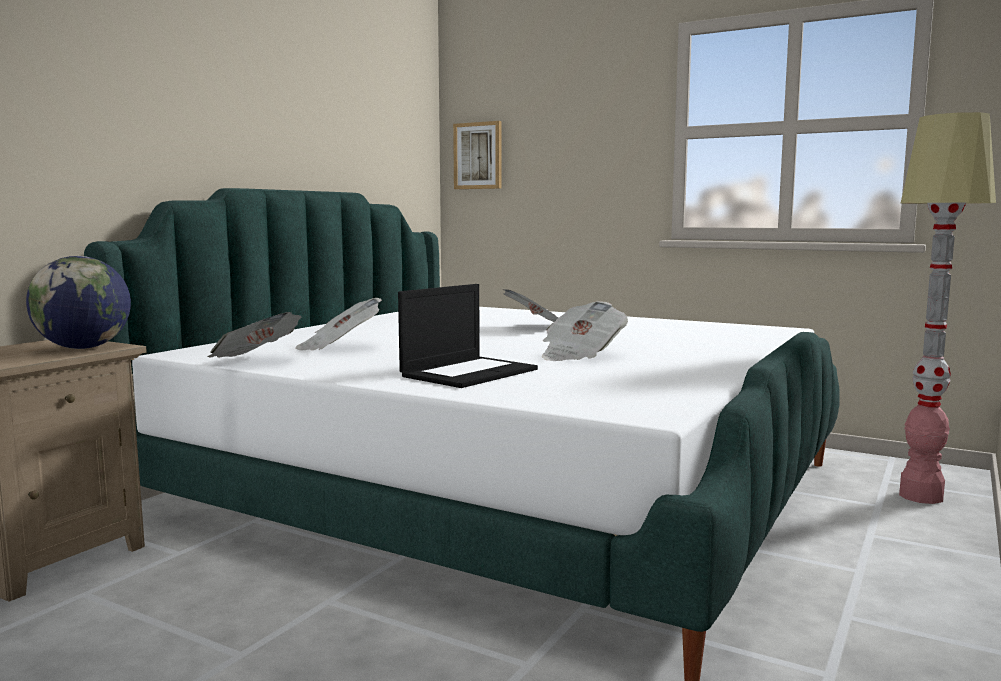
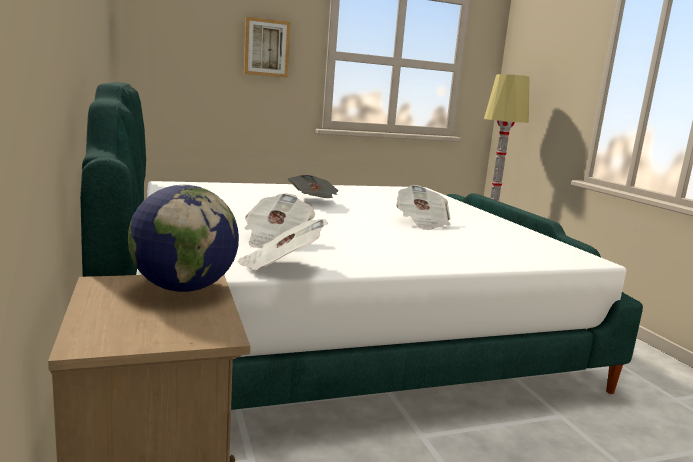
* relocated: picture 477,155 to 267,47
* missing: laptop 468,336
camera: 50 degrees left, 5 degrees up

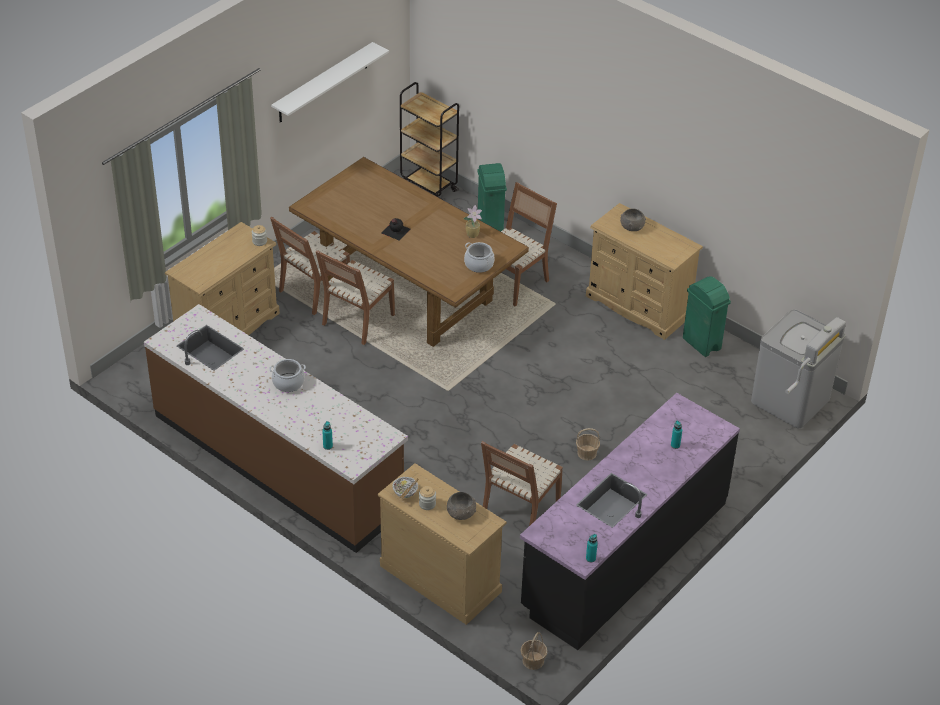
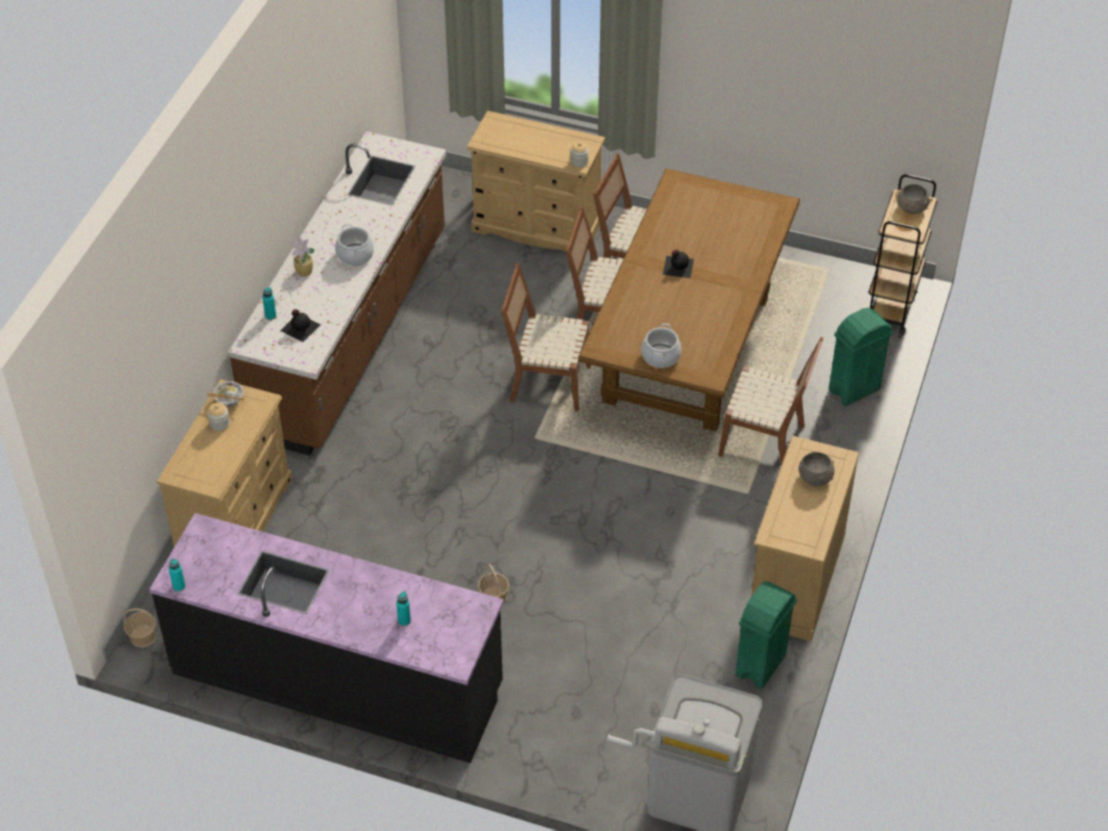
* appeared: black bottle 300,325
* relocated: potted plant 472,221 to 303,256
* relocated: chair 522,483 to 546,337
* relocated: grey bowl 461,506 to 913,199
* missing: white shelf 330,82
camera: 70 degrees right, 5 degrees up

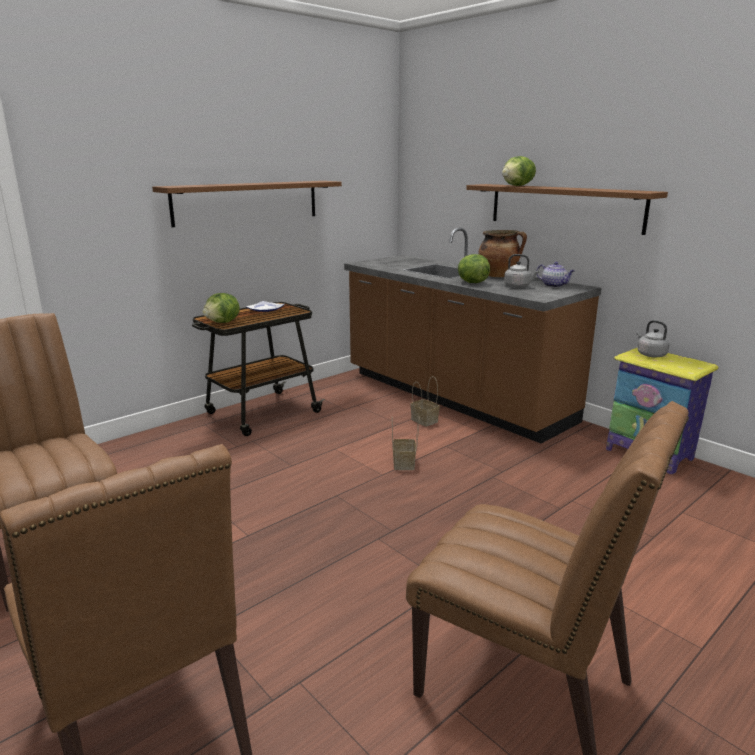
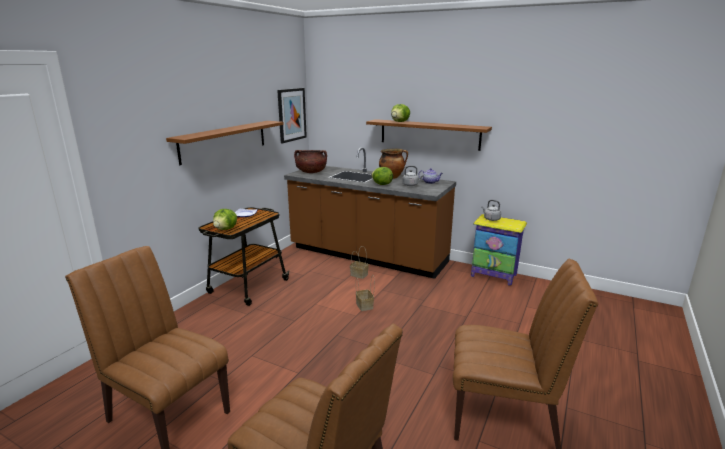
* appeared: picture 292,115
* appeared: brown cooking pot 310,161
camera: 20 degrees left, 0 degrees up

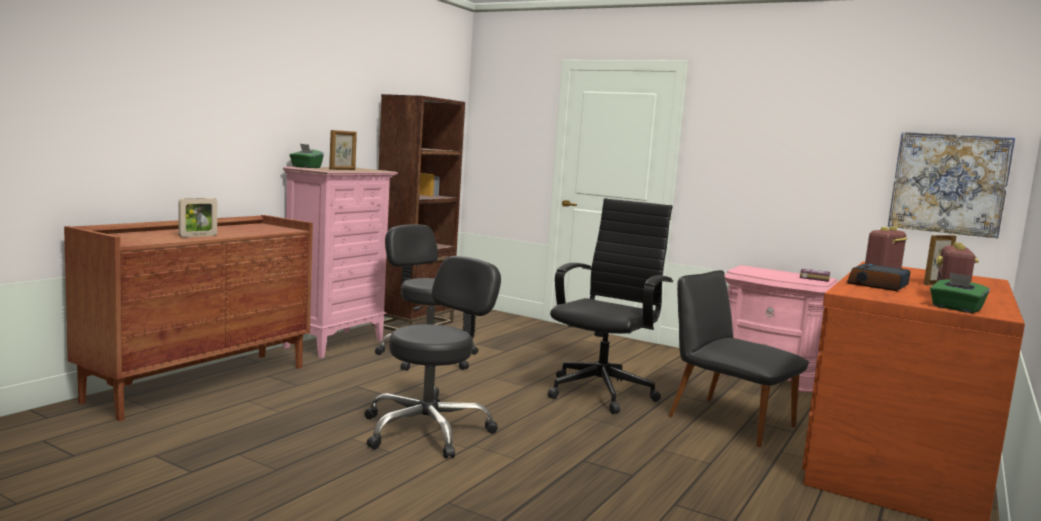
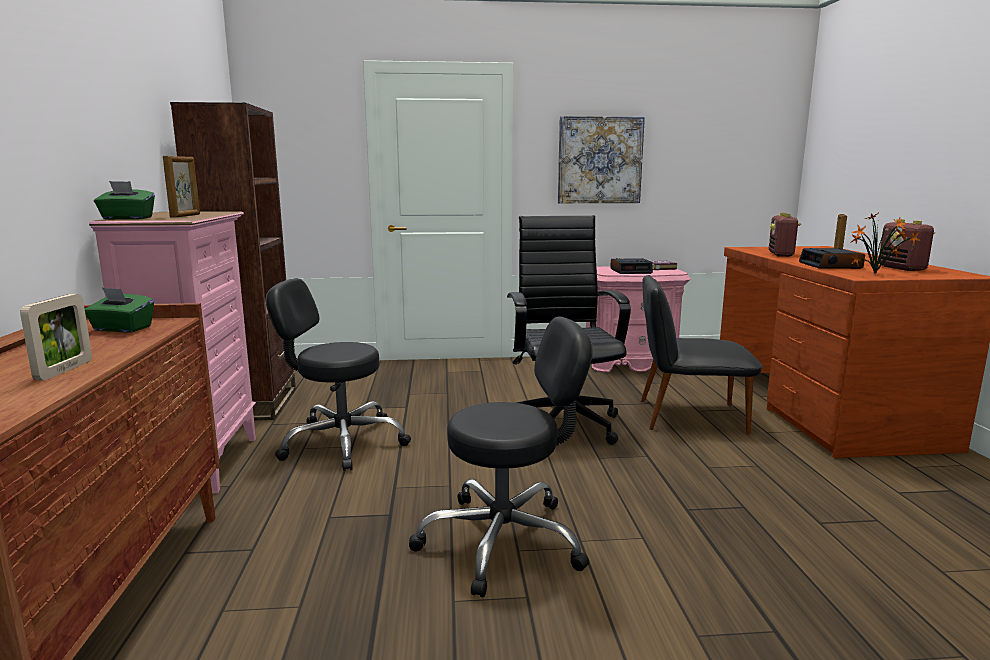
* relocated: green tissue box 960,292 to 119,310
* spun: black office chair 432,357 = 501,457 75 degrees clockwise
* relocated: picture 951,185 to 601,159
* appeared: alarm clock 631,266
* appeared: potted plant 885,243
camera: 35 degrees left, 5 degrees up

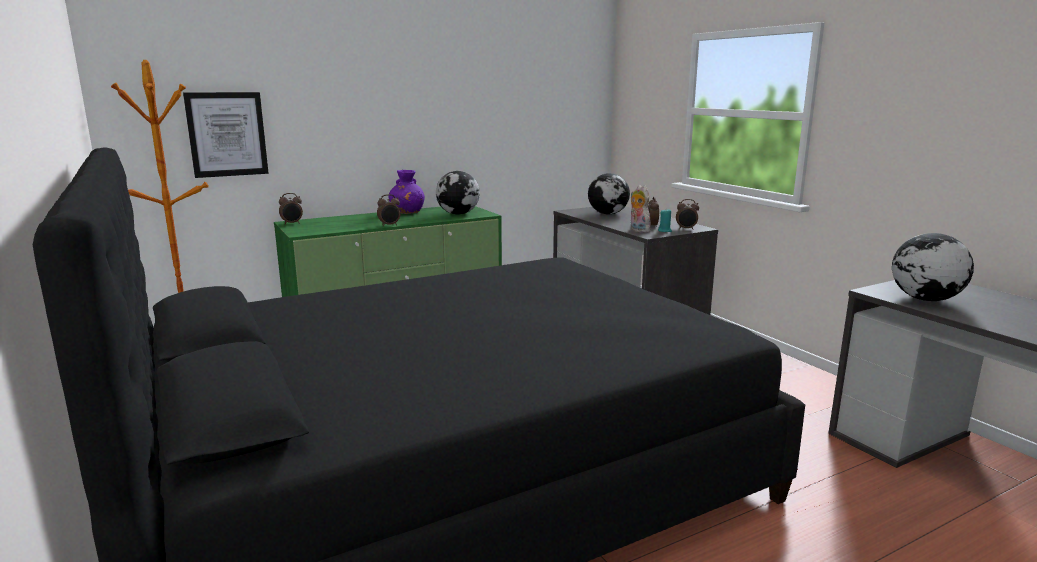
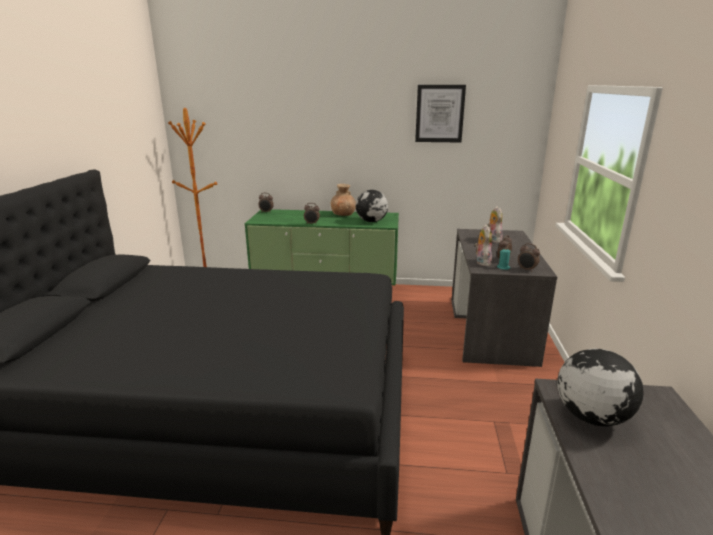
* colour: purple vase 407,192 to brown vase 343,200
* relocated: picture 226,135 to 440,114
* exchanged: globe 609,193 to plush toy 494,224
camera: 35 degrees right, 5 degrees up

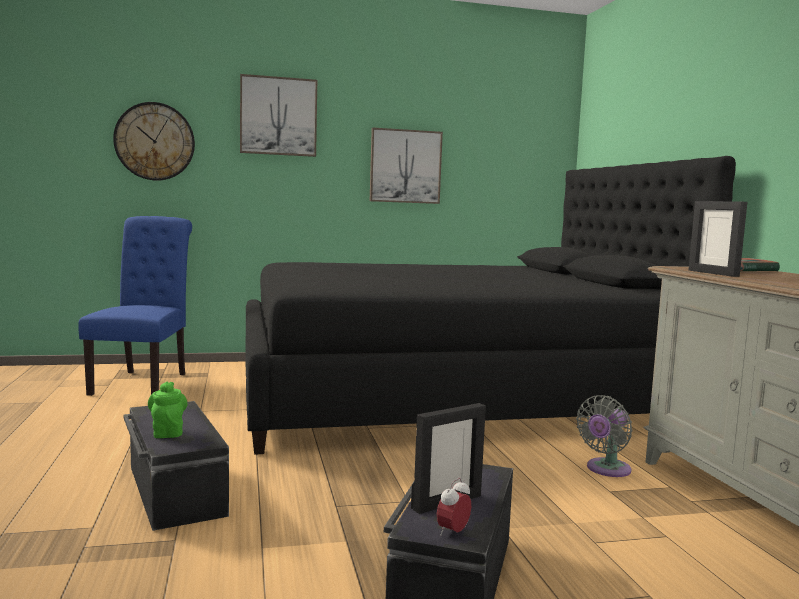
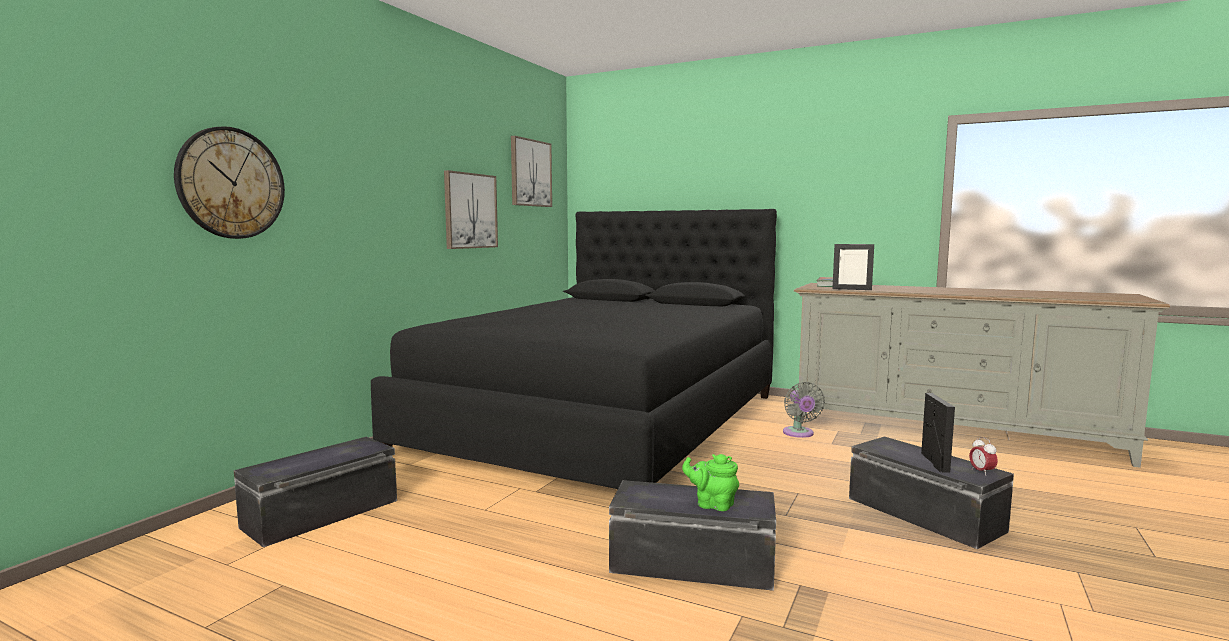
* exchanged: blue chair 135,306 to black storage box 315,492
* relocated: picture 278,115 to 531,171
camera: 50 degrees left, 0 degrees up

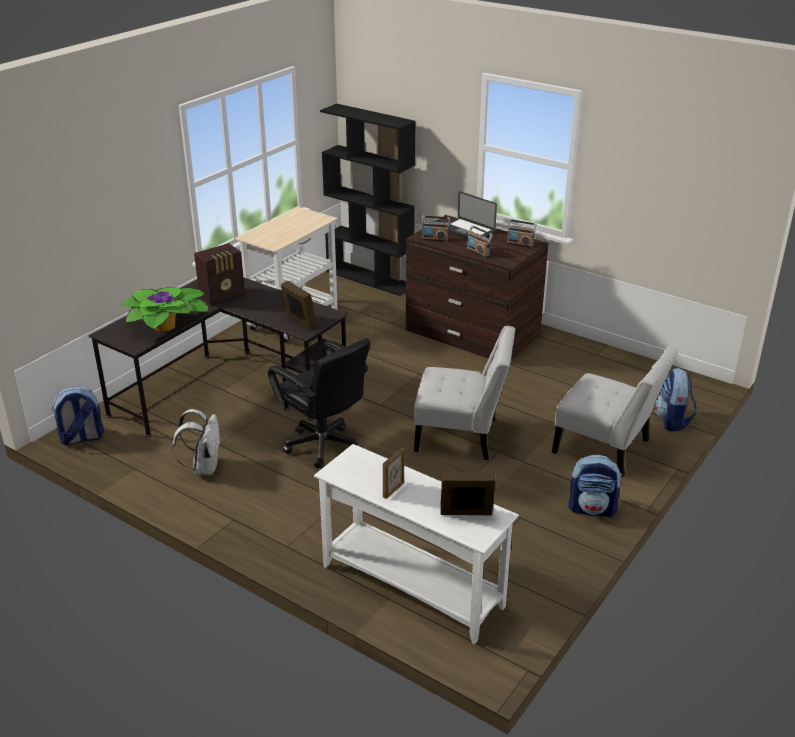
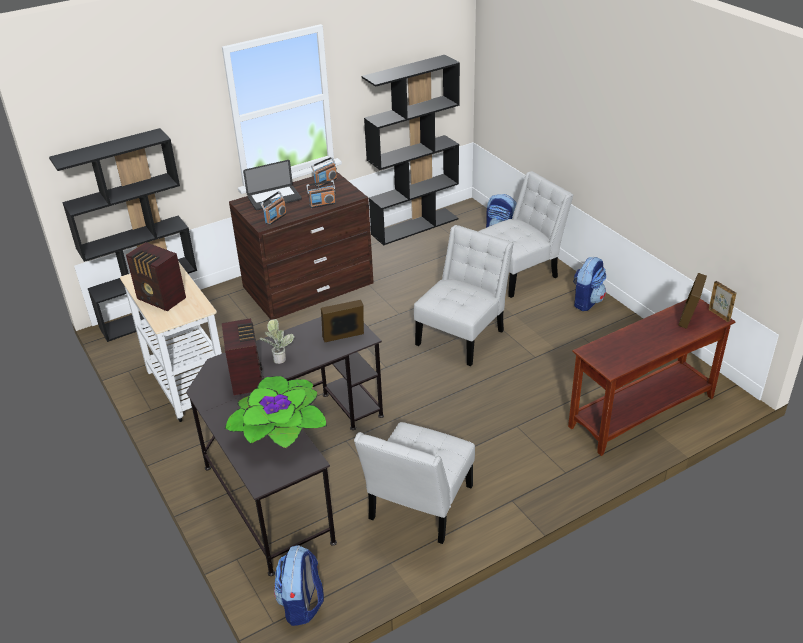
* appeared: radio 156,276
* appeared: potted plant 277,341
* exchanged: white backpack 196,442 to white chair 414,483
* appeared: black bookcase 411,150
* colour: white console table 416,544 to brown console table 652,377
* relocated: picture frame 393,473 to 722,301
* missing: black office chair 319,403
camera: 65 degrees left, 5 degrees up

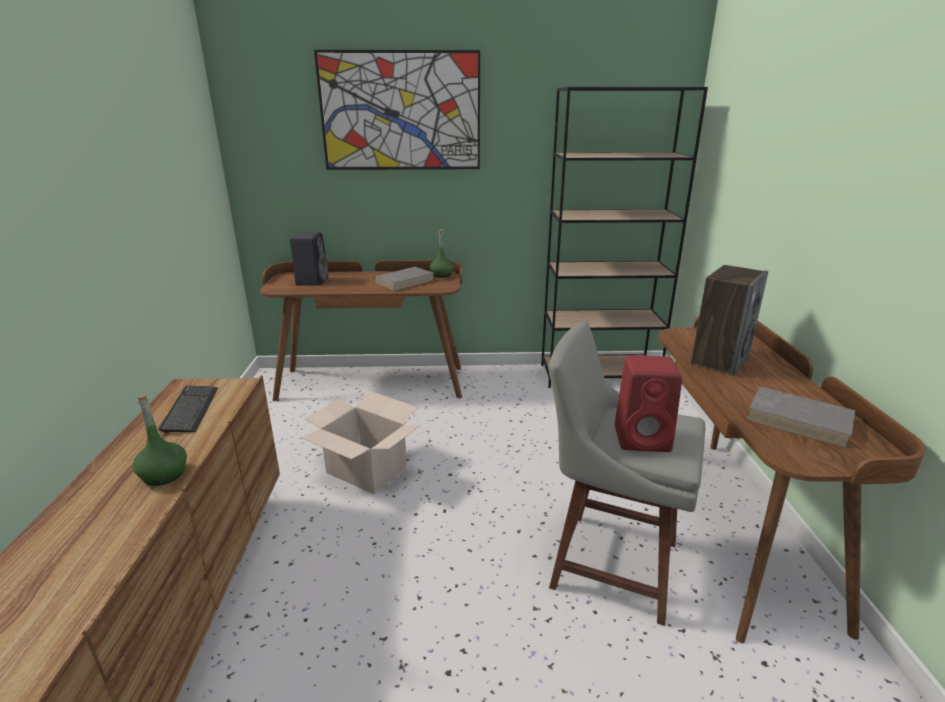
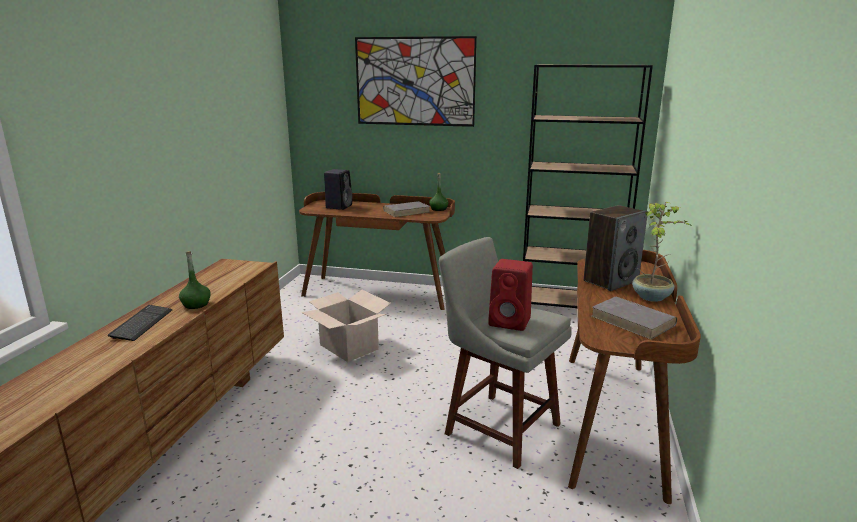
* relocated: keyboard 188,409 to 140,323
* appeared: potted plant 661,252
camera: 15 degrees right, 5 degrees down

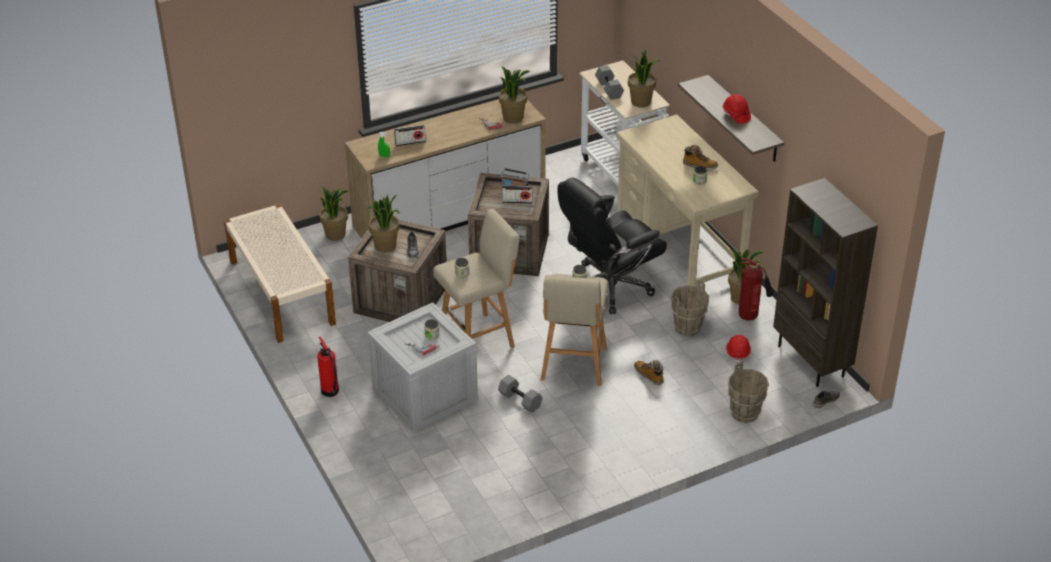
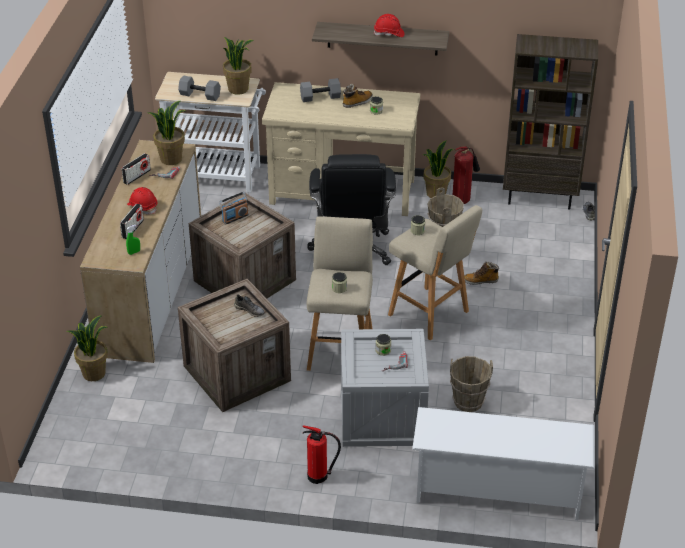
* relocated: radio 517,194 to 136,169
* relocated: red hard hat 738,349 to 142,201
* relocated: grey dumbbell 520,394 to 320,90
* appeared: white shoe rack 503,463
* relocated: brown bucket 748,393 to 471,384
* missing: beige bench 280,273
* missing: potted plant 383,223
camera: 55 degrees left, 0 degrees up

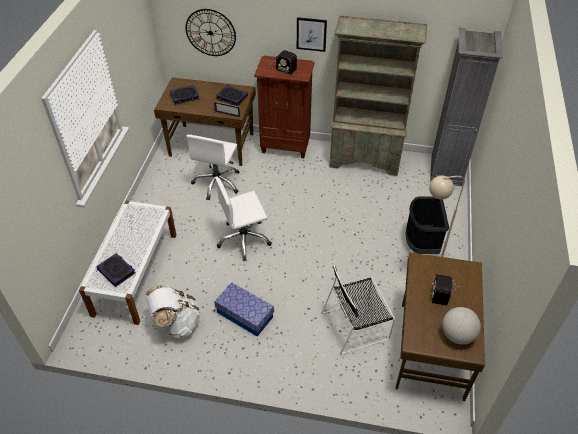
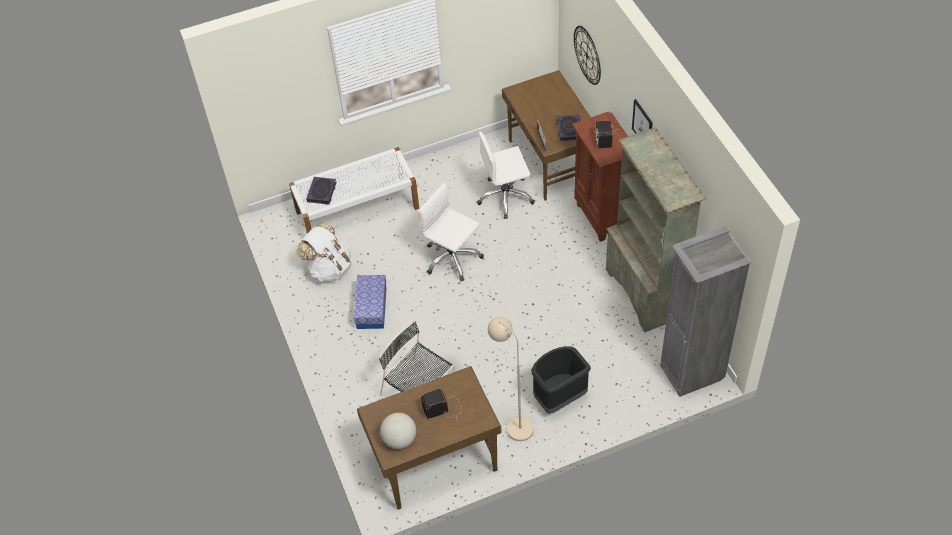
* missing: book 184,95
camera: 60 degrees right, 5 degrees up

